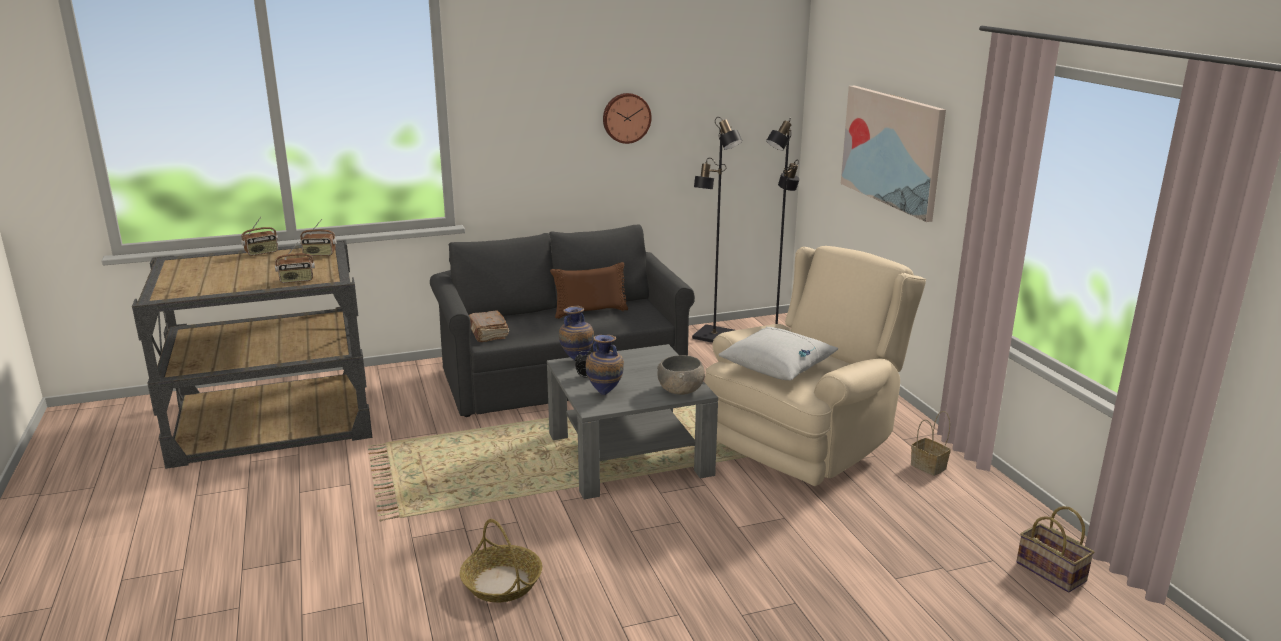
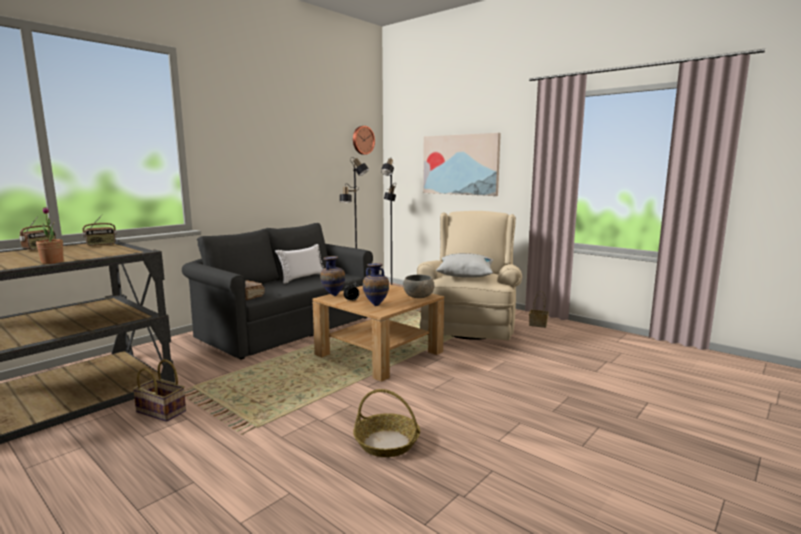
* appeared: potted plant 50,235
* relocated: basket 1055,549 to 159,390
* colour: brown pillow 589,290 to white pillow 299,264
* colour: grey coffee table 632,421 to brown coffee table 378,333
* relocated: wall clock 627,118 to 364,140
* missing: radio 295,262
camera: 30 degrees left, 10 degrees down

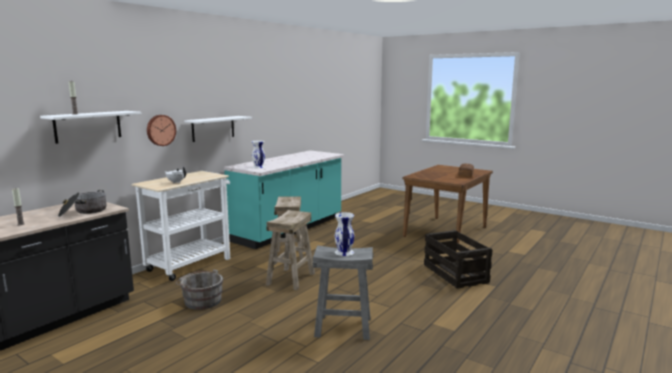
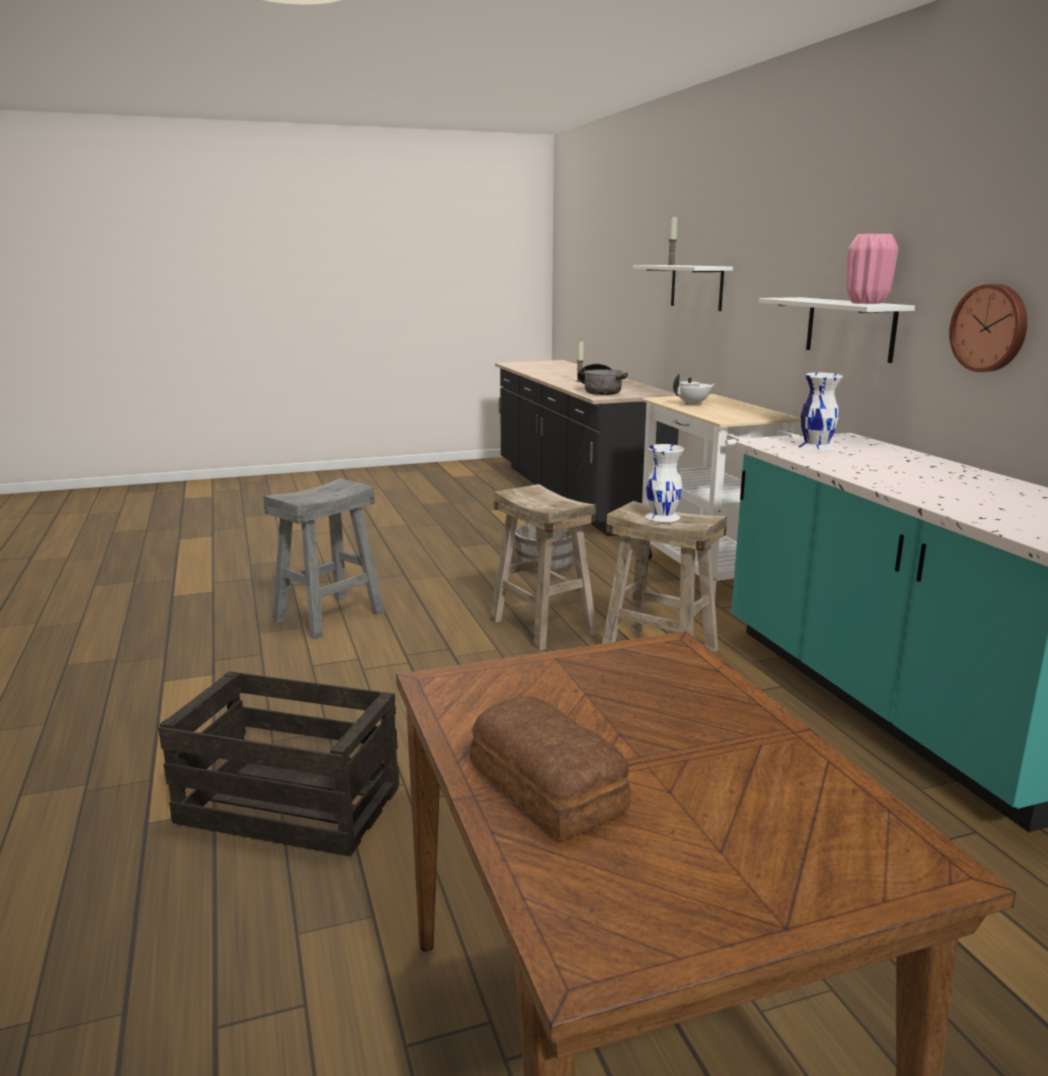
* relocated: white vase 344,234 to 664,483
* appeared: pink vase 872,269
* relocated: wall clock 161,130 to 988,328
camera: 125 degrees right, 5 degrees up

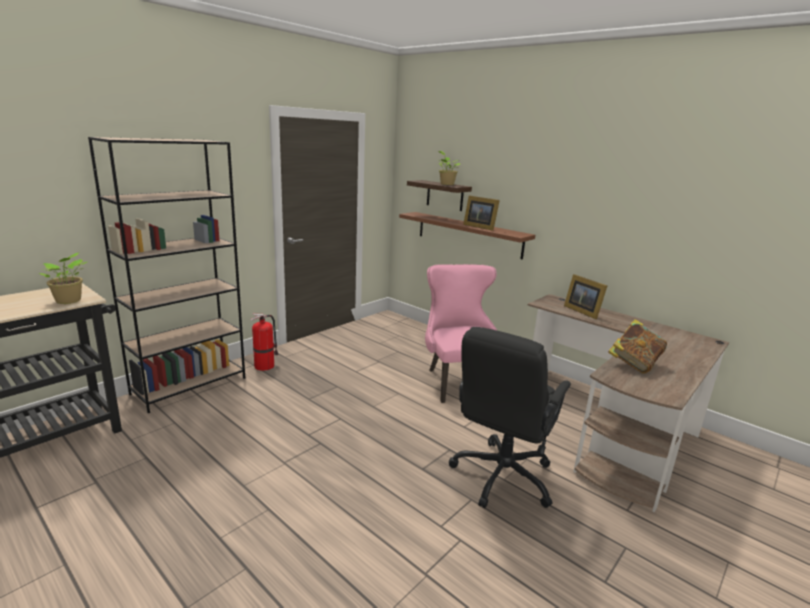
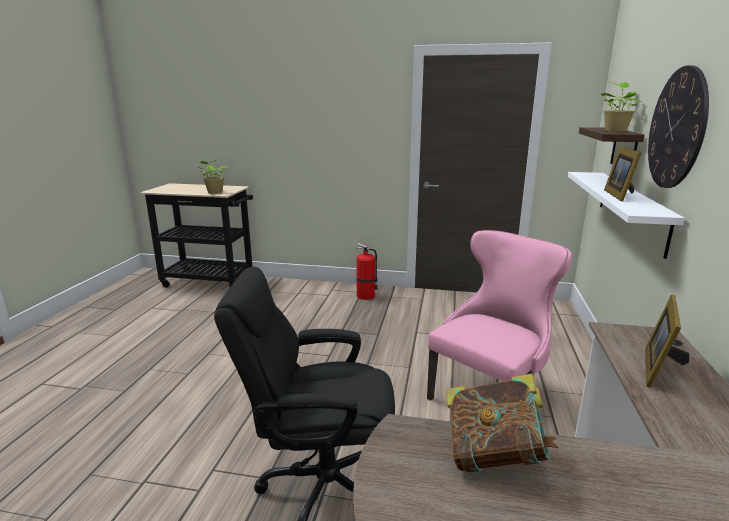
* colour: brown shelf 467,235 to white shelf 626,215
* appeared: wall clock 678,126
* missing: beige bookcase 166,275
camera: 60 degrees right, 0 degrees up

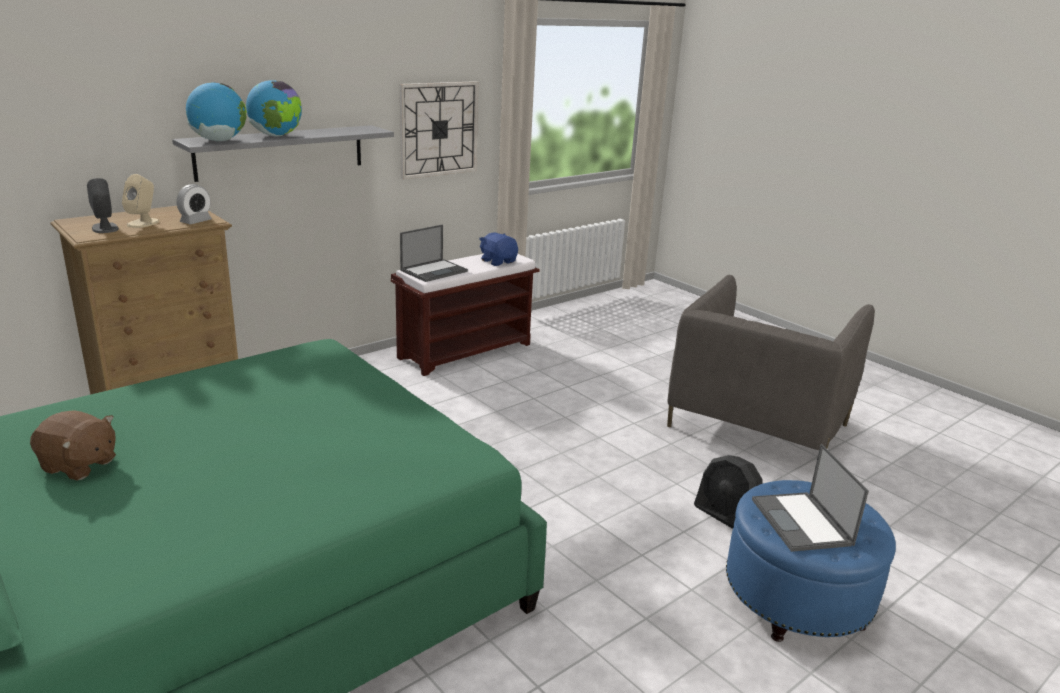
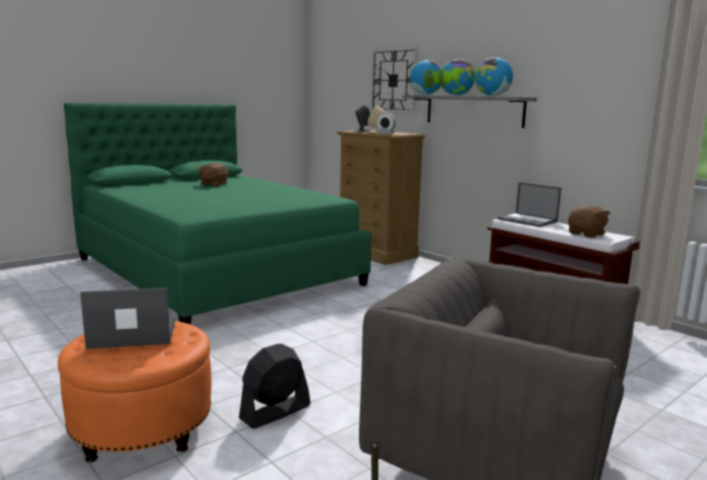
* colour: blue ottoman 811,561 to orange ottoman 135,391
* relocated: wall clock 439,130 to 394,80
* appeared: globe 493,76
* colour: blue plush toy 498,249 to brown plush toy 589,222
camera: 90 degrees right, 10 degrees down

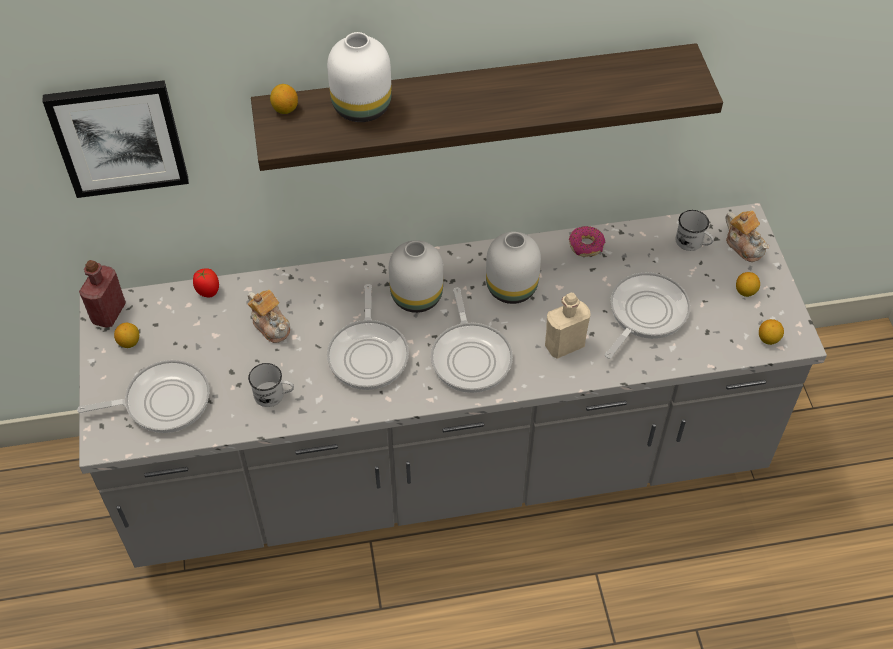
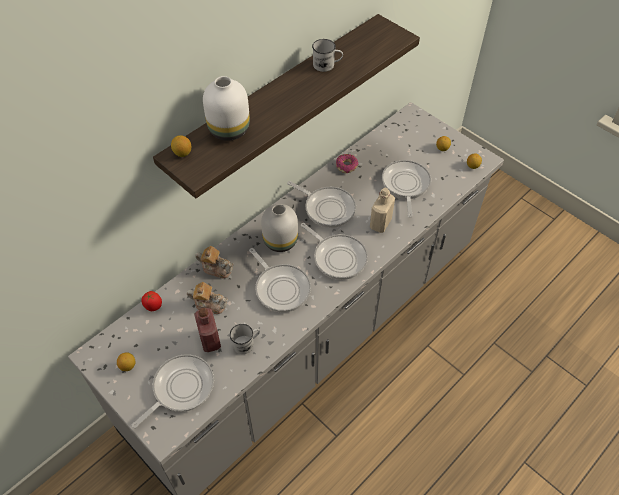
* relocated: red bottle 102,294 to 207,330
* relocated: teapot 747,236 to 214,262
* exchanged: white vase 513,268 to frying pan 321,204
* relocated: white mug 695,230 to 327,55
* missing: picture 116,139
camera: 35 degrees left, 0 degrees up

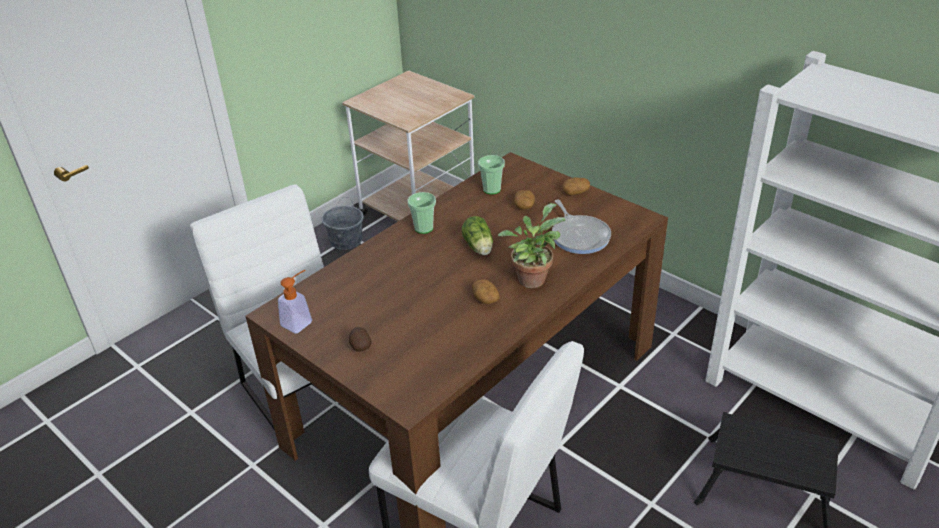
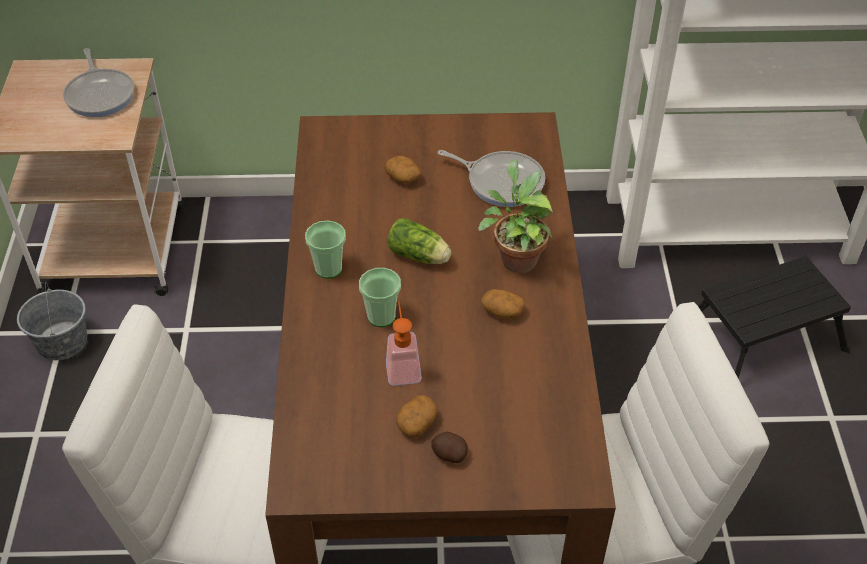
* appeared: frying pan 99,82
* relocated: cup 491,174 to 380,297
* relocated: soap dispenser 295,302 to 404,343
* relocated: potato 576,186 to 417,416
camera: 45 degrees left, 10 degrees up

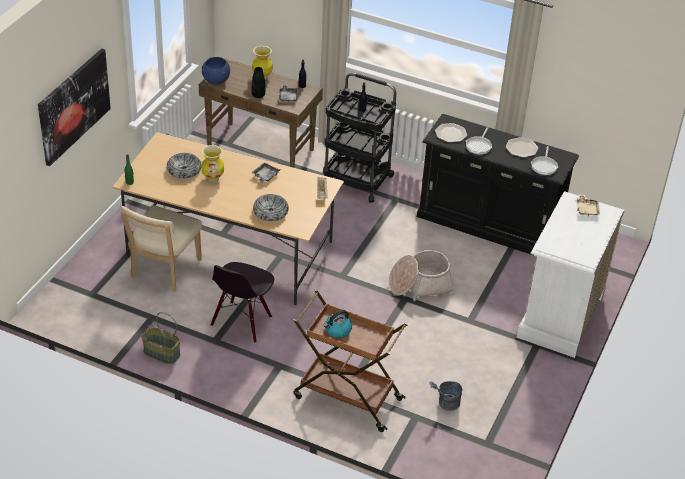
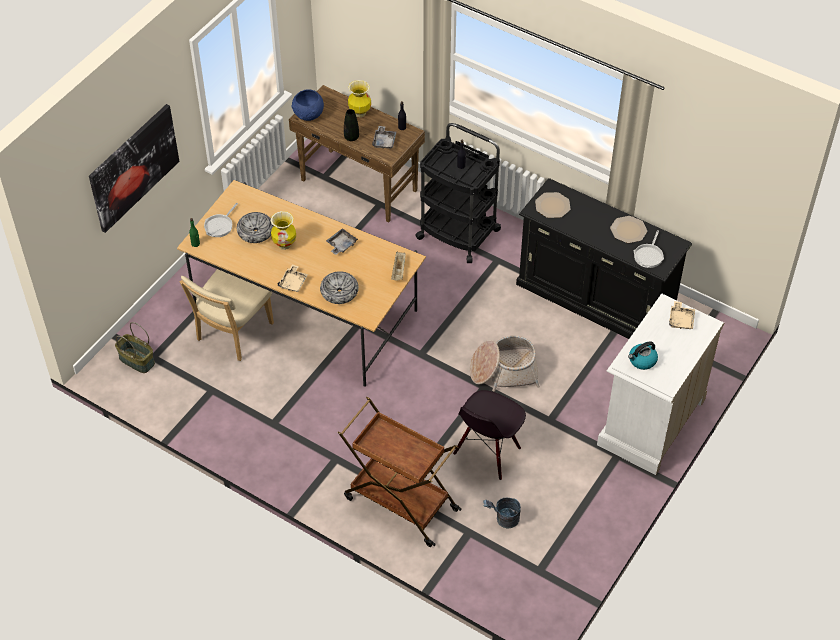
* relocated: basket 160,338 to 135,347
* relocated: frying pan 479,140 to 221,220
* appeared: beige tray 293,278
* relocated: black chair 242,302 to 489,435
* relocated: kettle 338,324 to 643,355
camera: 10 degrees right, 10 degrees up

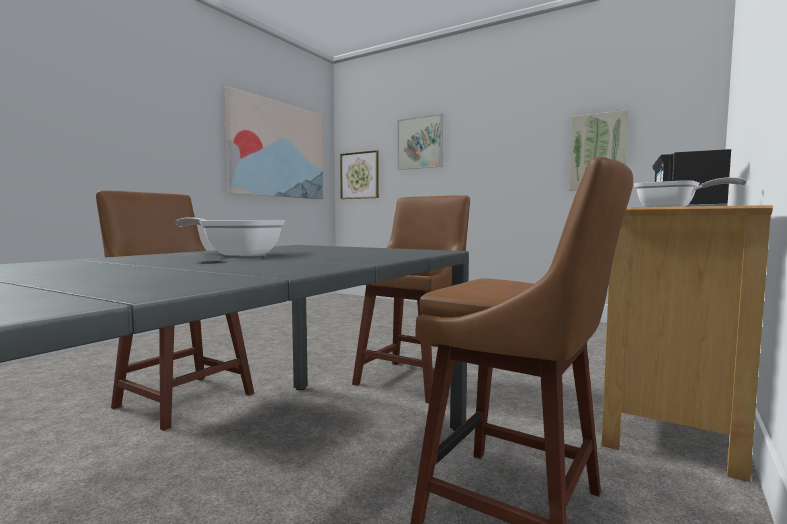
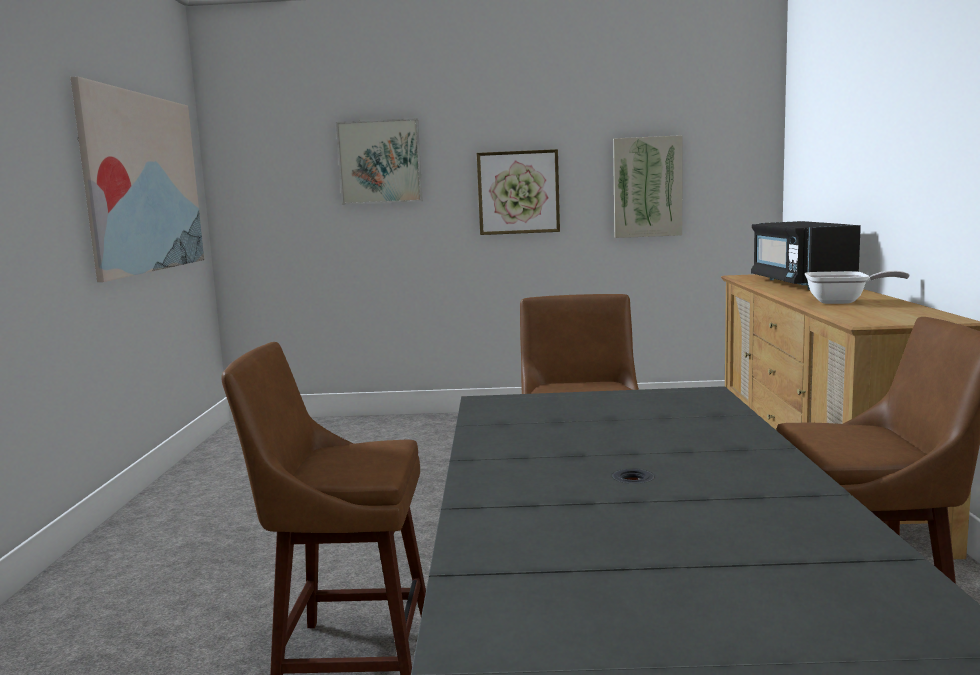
* relocated: picture 359,174 to 518,192
* missing: frying pan 230,237
camera: 30 degrees left, 5 degrees up

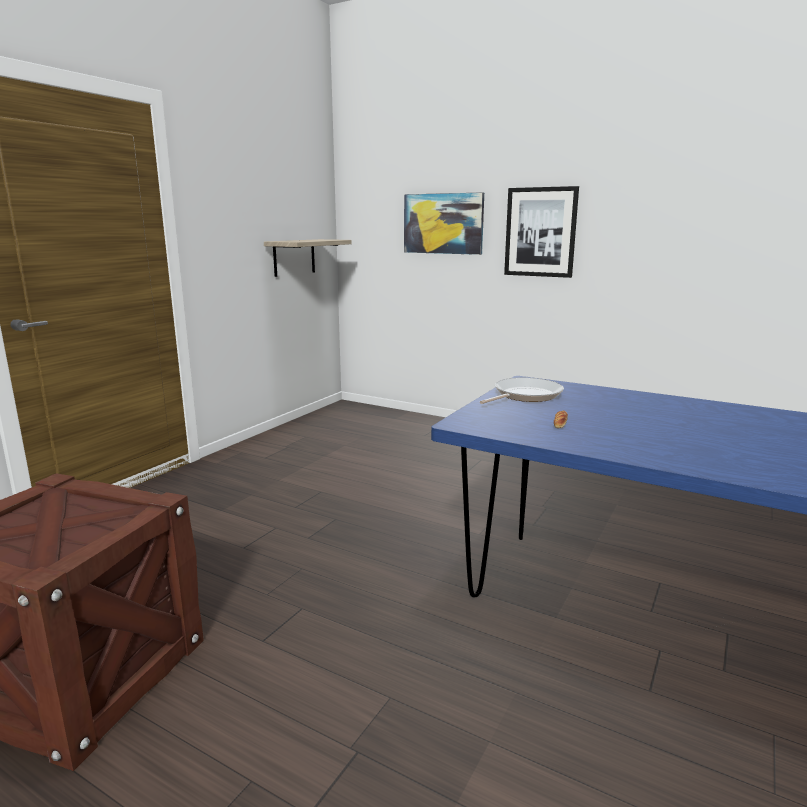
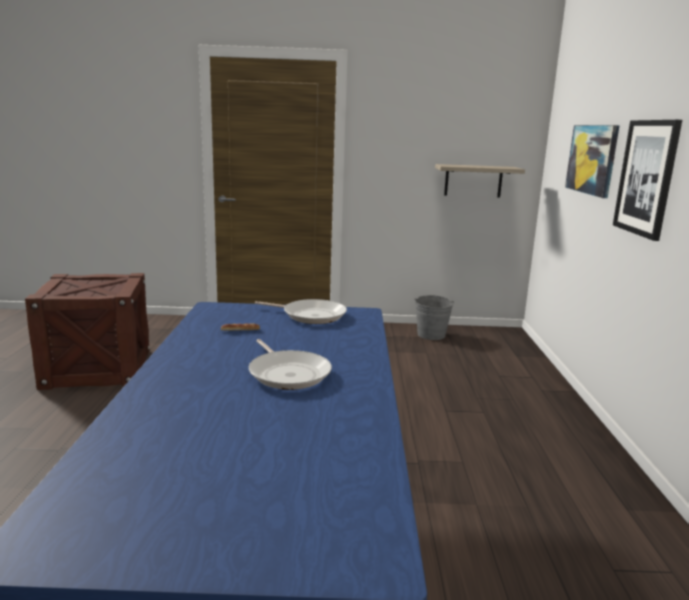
* appeared: frying pan 290,364
* appeared: grey bucket 434,317
camera: 60 degrees right, 0 degrees up

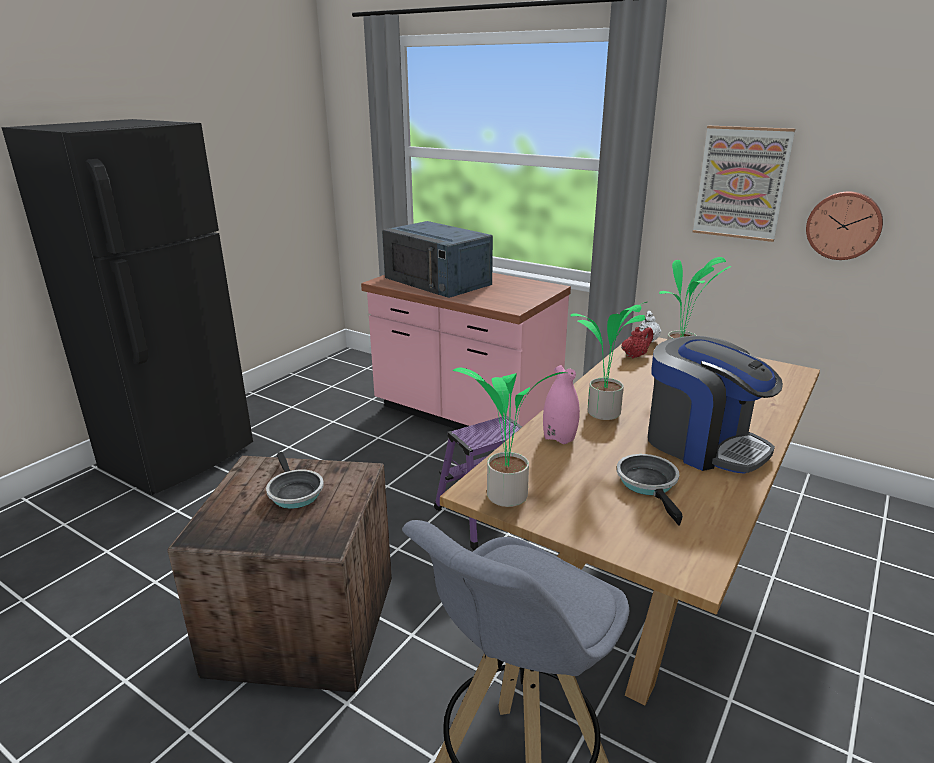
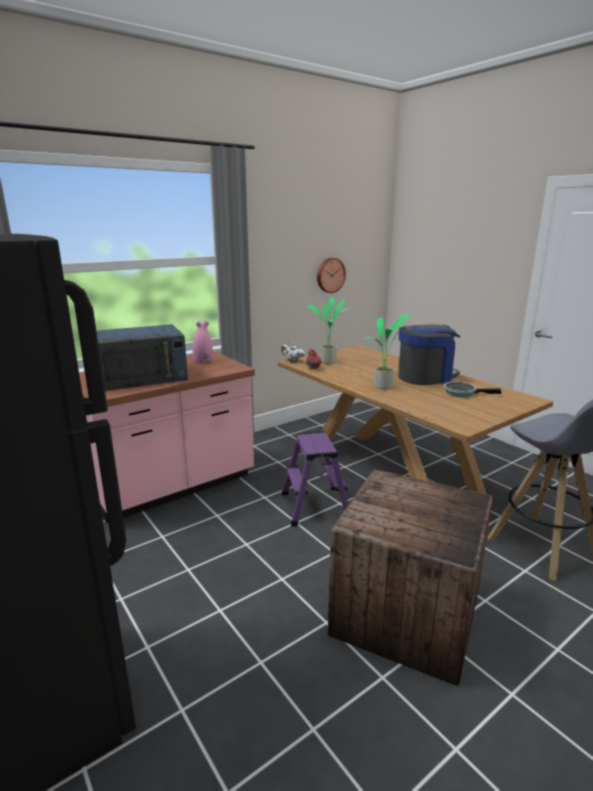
* relocated: pink vase 561,404 to 203,342
* missing: frying pan 295,480
* missing: potted plant 510,437
* missing: picture 744,184
camera: 70 degrees left, 5 degrees down

